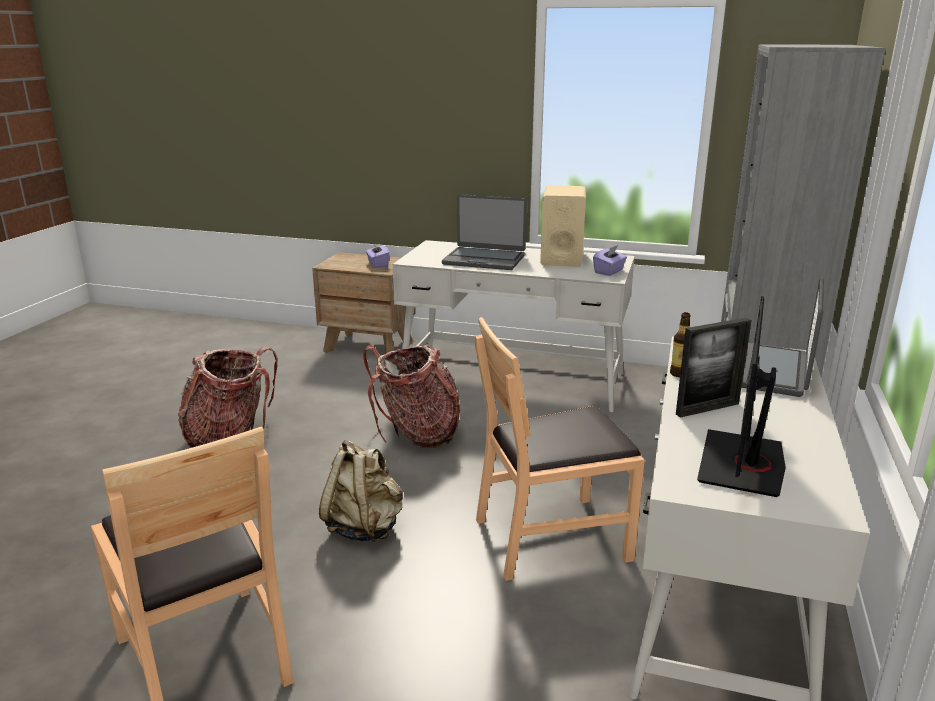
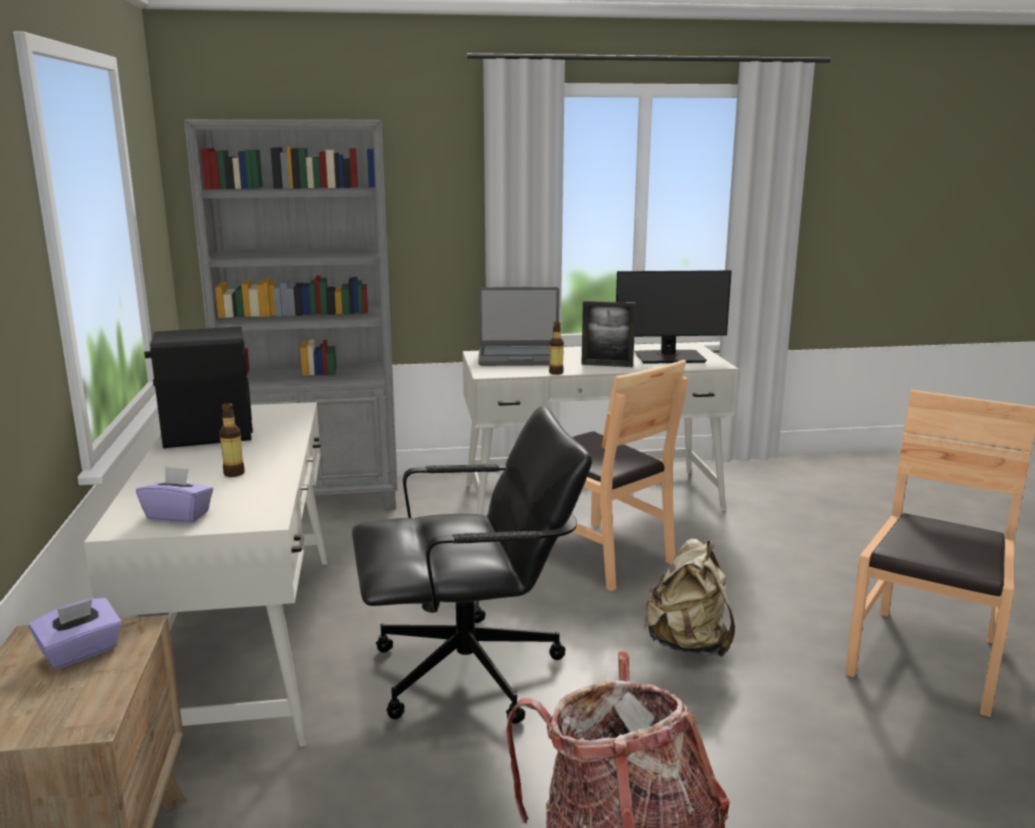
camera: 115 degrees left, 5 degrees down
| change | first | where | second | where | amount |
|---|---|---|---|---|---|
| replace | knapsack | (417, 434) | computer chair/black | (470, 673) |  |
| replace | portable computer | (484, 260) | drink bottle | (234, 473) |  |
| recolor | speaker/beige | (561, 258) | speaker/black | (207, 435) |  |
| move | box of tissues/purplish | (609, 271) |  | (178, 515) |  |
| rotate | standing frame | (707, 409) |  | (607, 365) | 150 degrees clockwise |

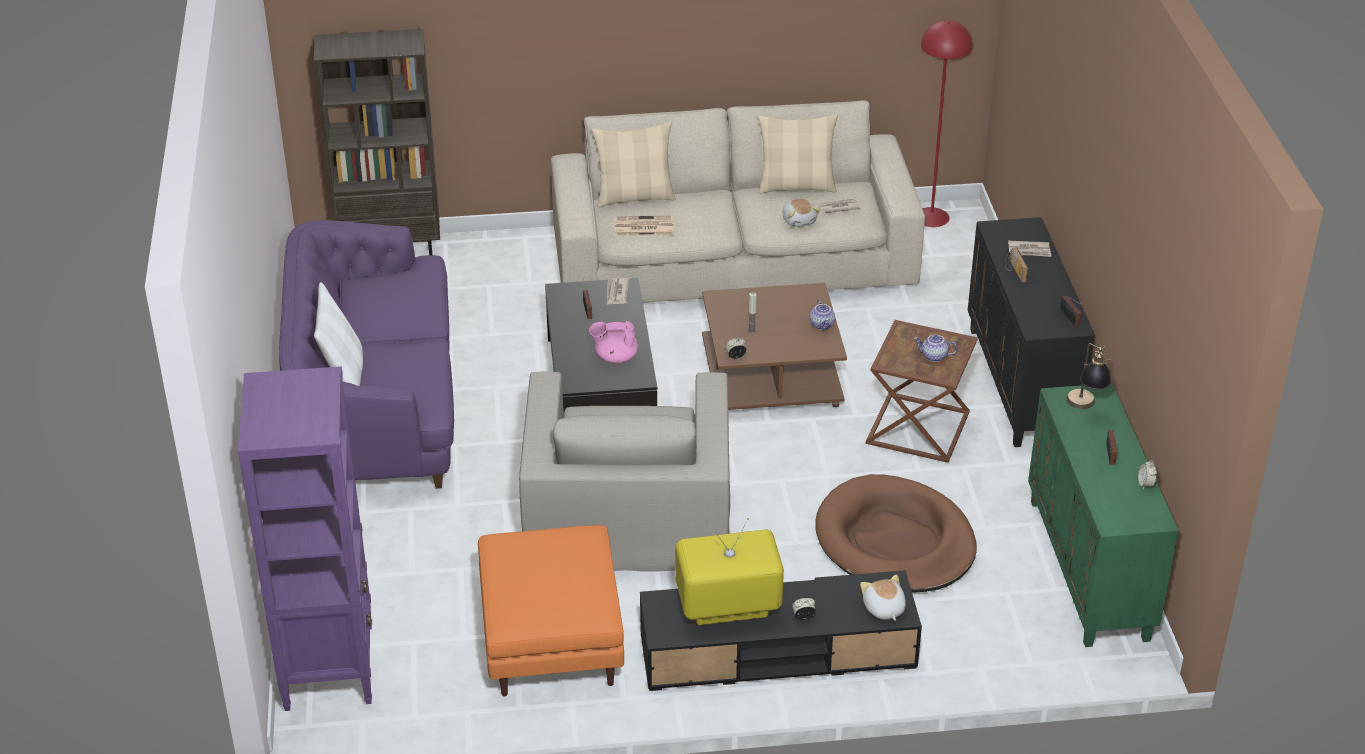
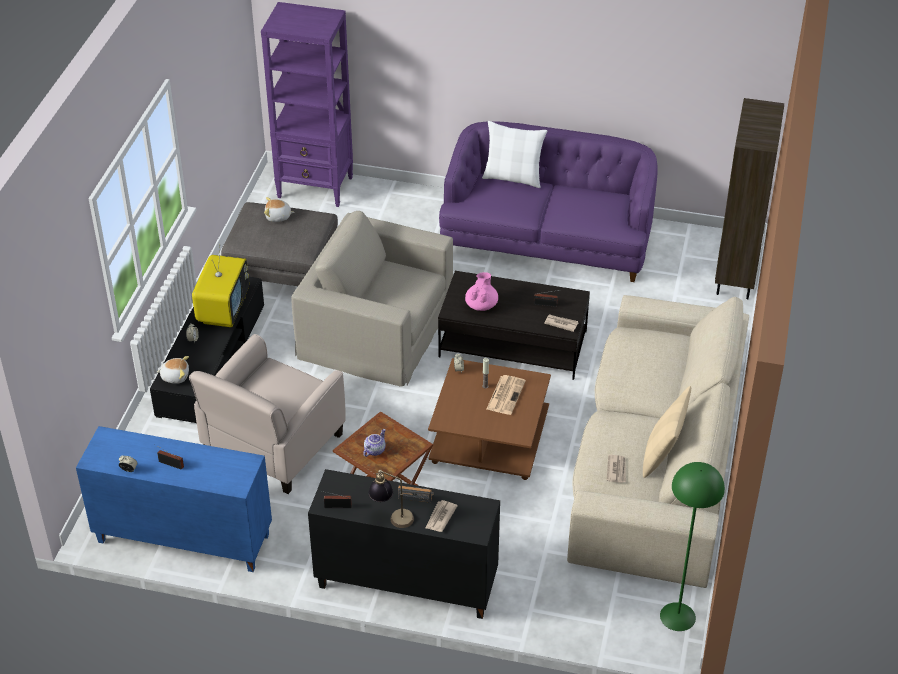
camera: 110 degrees right, 5 degrees up
| change | first | where | second | where | amount |
|---|---|---|---|---|---|
| recolor | ottoman/orange-coloured | (550, 638) | ottoman/greyish | (284, 271) |  |
| delete | pillow/beige | (635, 197) |  |  |  |
| move | newspaper | (643, 227) |  | (505, 394) |  |
| move | plush toy | (799, 220) |  | (278, 217) |  |
| delete | pot for tea | (822, 325) |  |  |  |
| replace | dog cushion/brownish | (895, 541) | lounge chair/beige | (273, 446) |  |
| recolor | floor lamp/reddish | (931, 217) | floor lamp/green | (678, 616) |  |
| recolor | storage cabinet/green | (1090, 570) | storage cabinet/blue | (182, 539) |  |
| move | lamp for a table | (1085, 407) |  | (391, 518) |  |

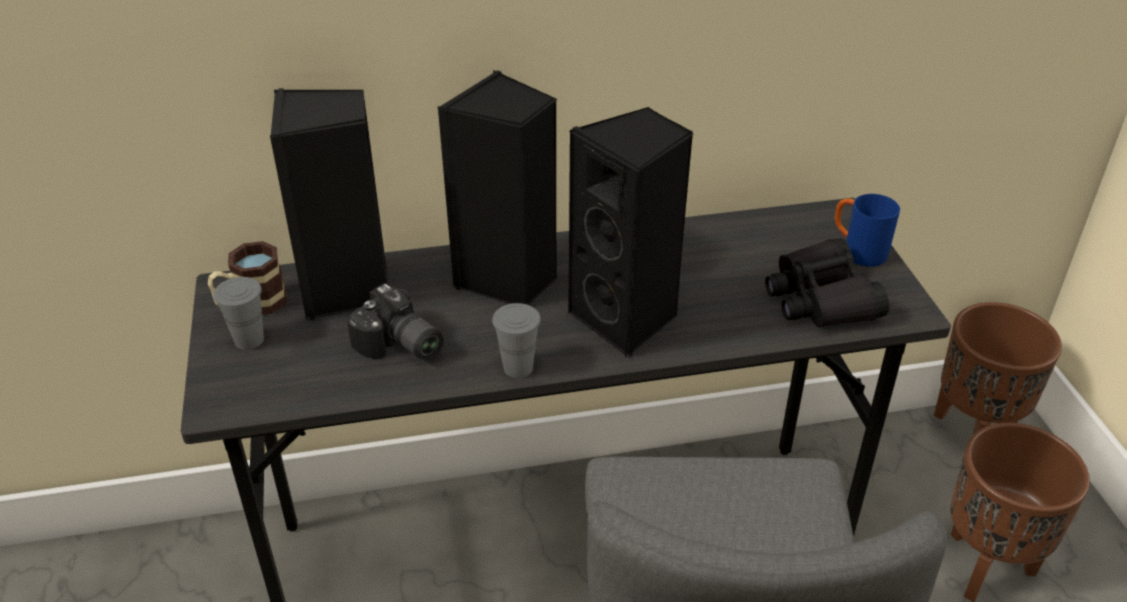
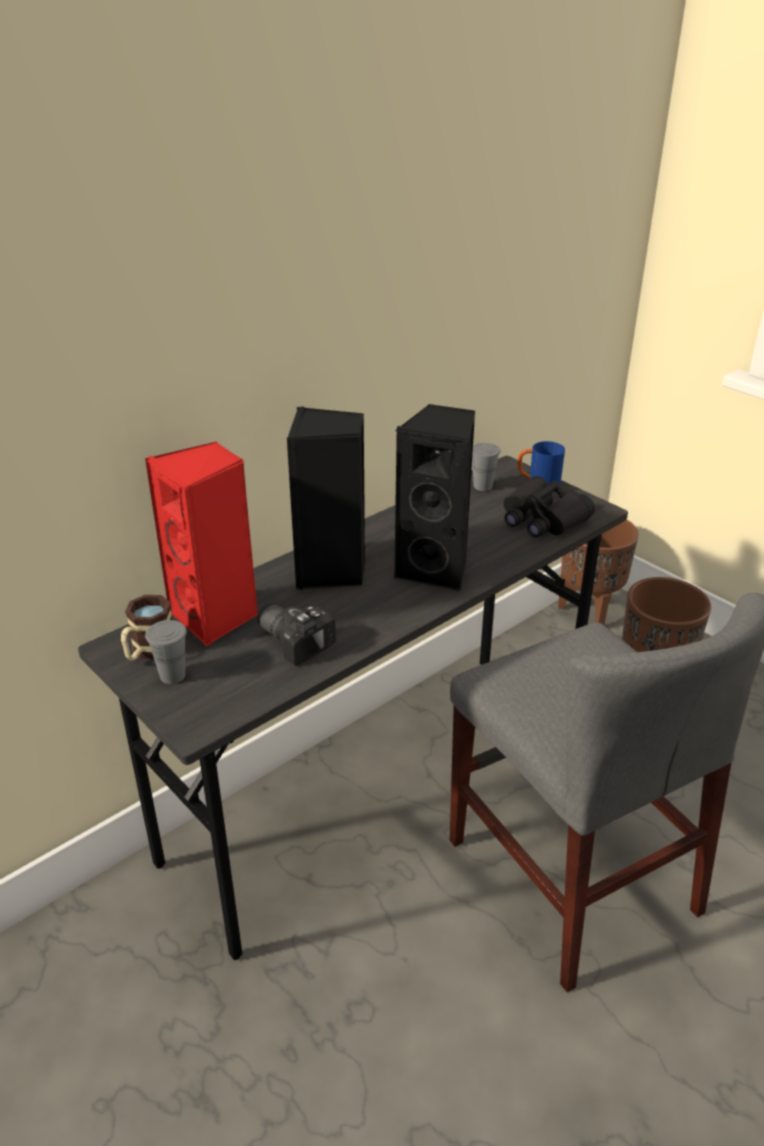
camera: 30 degrees left, 5 degrees down
| change | first | where | second | where | amount |
|---|---|---|---|---|---|
| recolor | speaker/black | (346, 290) | speaker/reddish | (216, 617) |  |
| rotate | photo camera | (399, 347) |  | (295, 639) | 150 degrees counterclockwise |
| move | drinking cup/greyish | (518, 368) |  | (482, 486) |  |

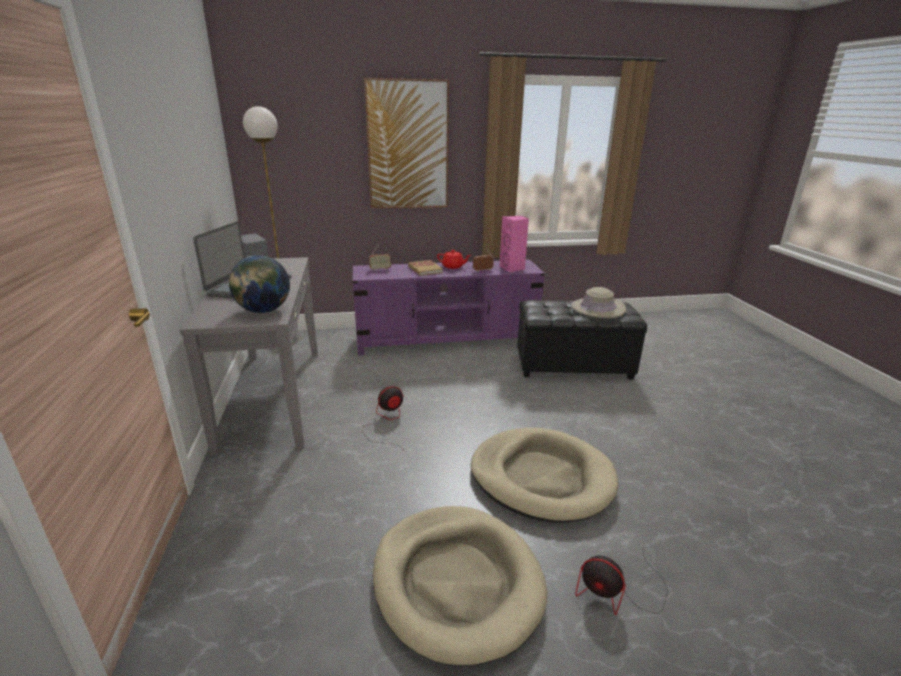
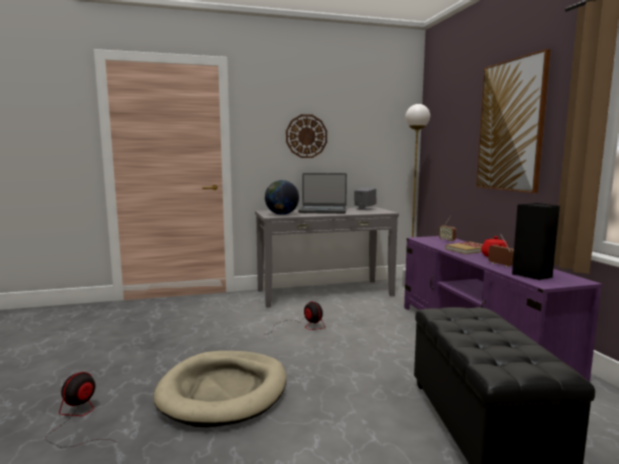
camera: 85 degrees right, 15 degrees down
| change | first | where | second | where | amount |
|---|---|---|---|---|---|
| delete | dog cushion/beige | (457, 582) |  |  |  |
| recolor | speaker/pinkish | (512, 268) | speaker/black | (532, 275) |  |
| delete | hat/beige | (598, 308) |  |  |  |
| insert |  |  | clock on the wall | (306, 136) |  |

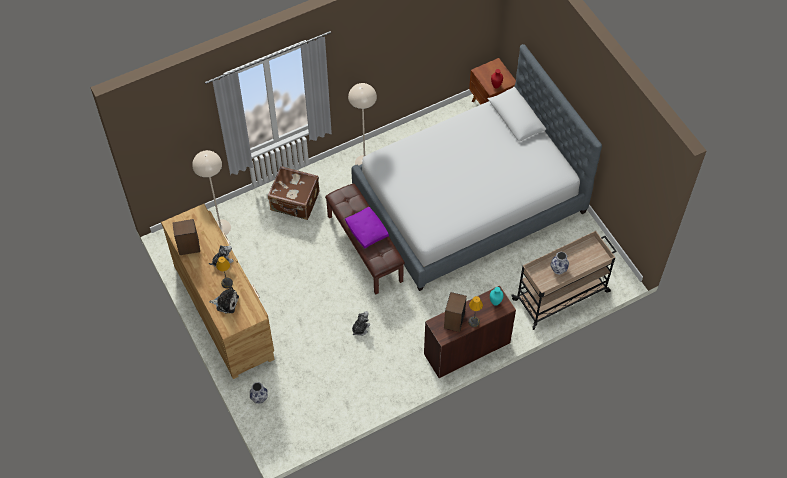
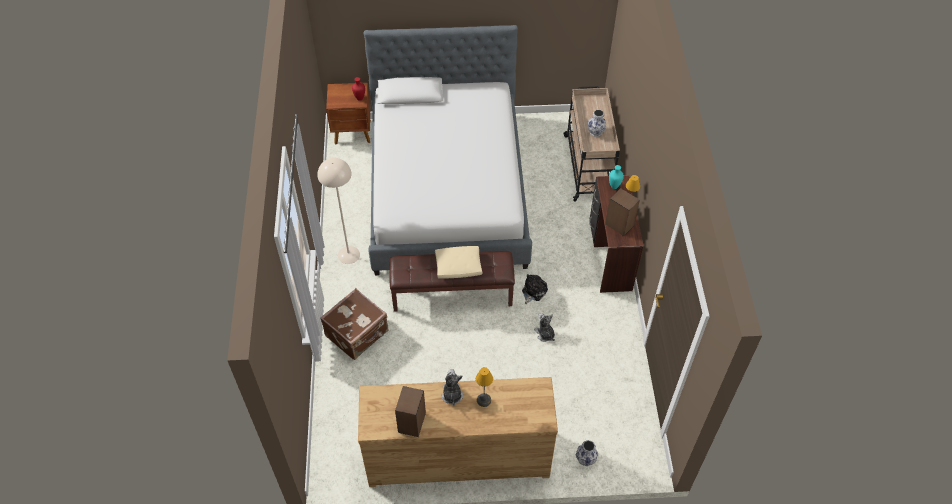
camera: 65 degrees left, 5 degrees down
| change | first | where | second | where | amount |
|---|---|---|---|---|---|
| delete | floor lamp/beige | (220, 227) |  |  |  |
| move | plush toy | (226, 302) |  | (533, 291) |  |
| recolor | pillow/purplish | (367, 231) | pillow/beige | (459, 266) |  |

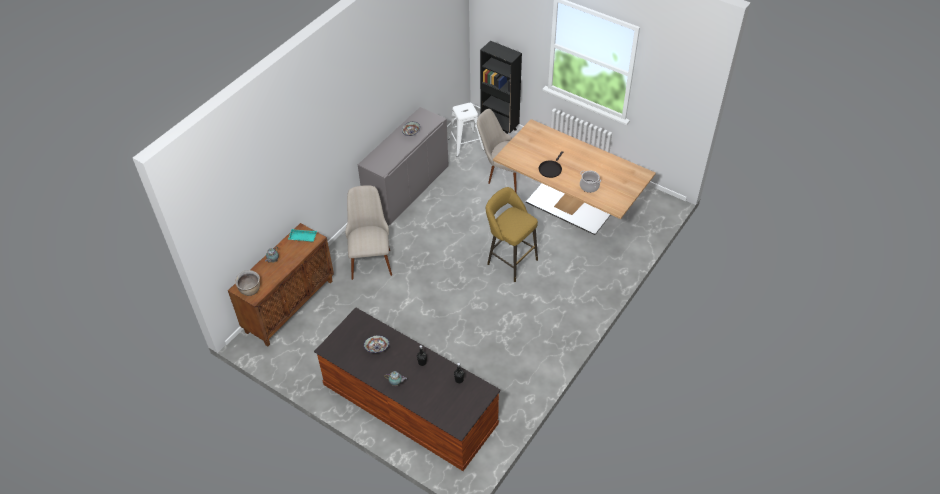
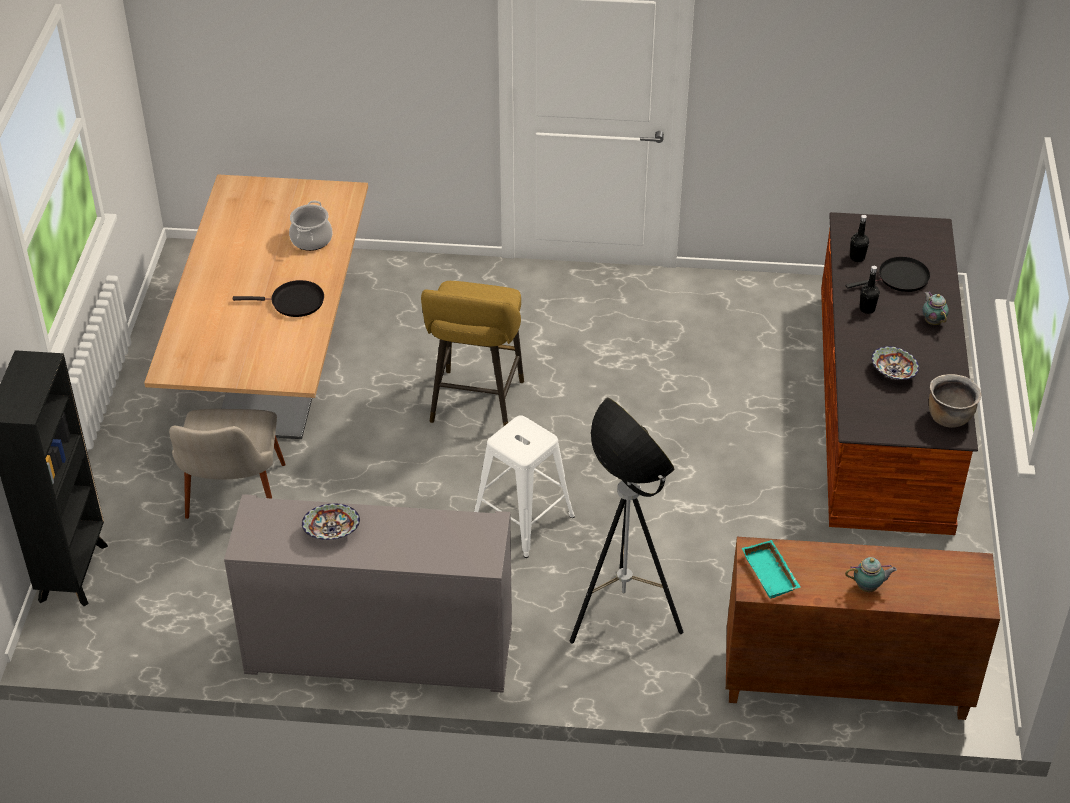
camera: 120 degrees left, 5 degrees down
| change | first | where | second | where | amount |
|---|---|---|---|---|---|
| move | stockpot/brownish | (250, 290) |  | (949, 417) |  |
| replace | chair/beige | (370, 257) | floor lamp | (621, 615) |  |
| move | stool seat/whitish | (466, 143) |  | (521, 518) |  |
| insert |  |  | pan/black | (899, 278) |  |

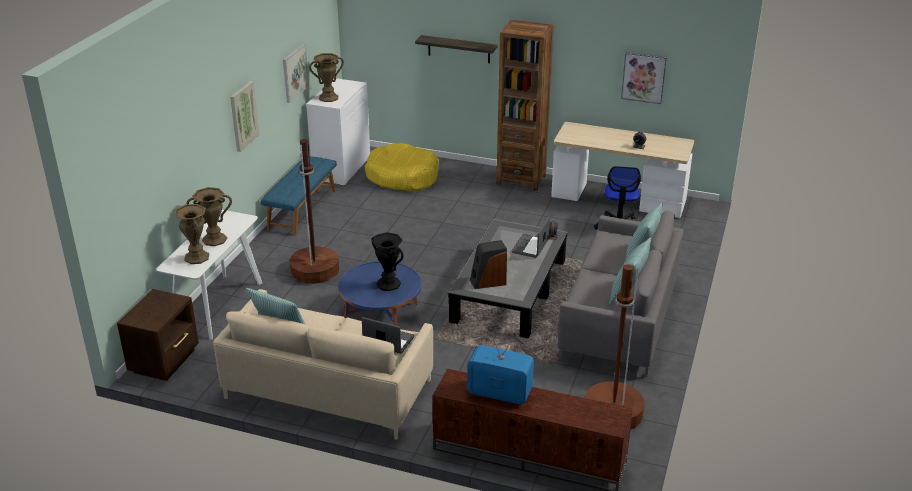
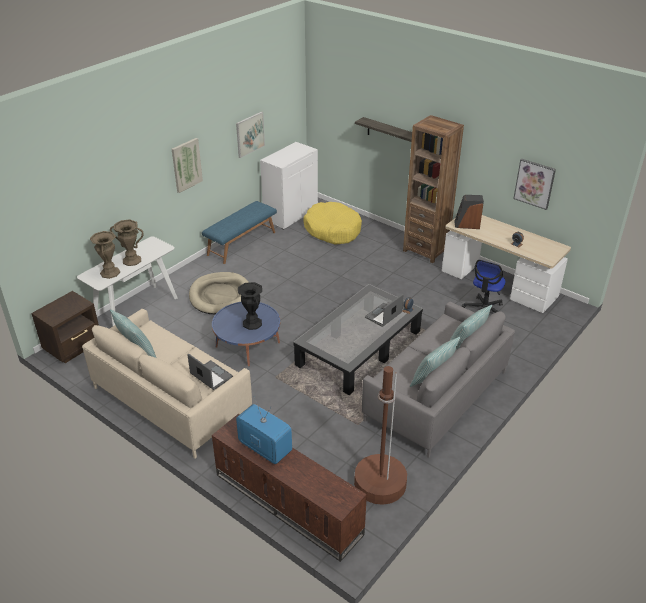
camera: 20 degrees right, 5 degrees up
| change | first | where | second | where | amount |
|---|---|---|---|---|---|
| replace | floor lamp/brownish | (314, 270) | dog cushion/beige | (221, 296) |  |
| delete | flower vase/brownish | (328, 98) |  |  |  |
| move | speaker | (488, 281) |  | (467, 225) |  |

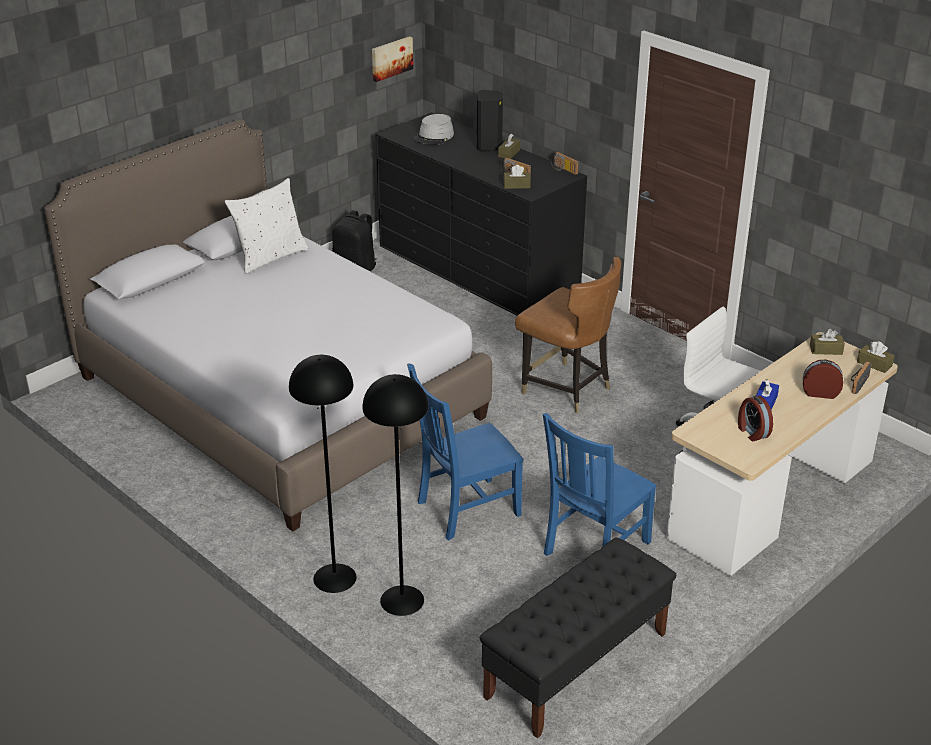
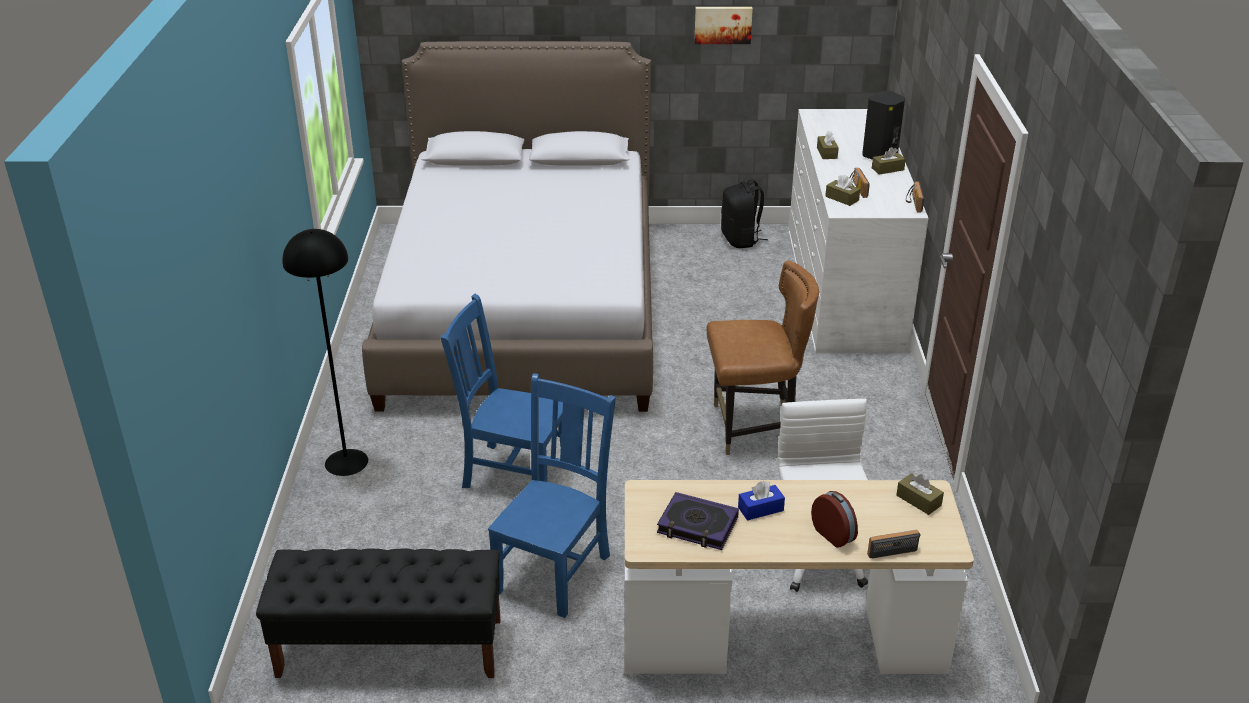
camera: 45 degrees right, 0 degrees up
| change | first | where | second | where | amount |
|---|---|---|---|---|---|
| delete | pillow/whitish | (270, 257) |  |  |  |
| delete | floor lamp/black | (402, 600) |  |  |  |
| move | wall art | (391, 58) |  | (723, 24) |  |
| recolor | chest of drawers/black | (477, 269) | chest of drawers/whitish | (844, 288) |  |
| delete | hat/greyish | (434, 137) |  |  |  |
| rotate | chair/brownish | (567, 389) |  | (754, 428) | 90 degrees counterclockwise |
| rotate | chair/blue | (594, 549) |  | (555, 570) | 120 degrees clockwise |
| replace | bedside clock | (752, 432) | book | (697, 526) |  |
| move | box of tissues/brownish | (874, 364) |  | (827, 153) |  |

